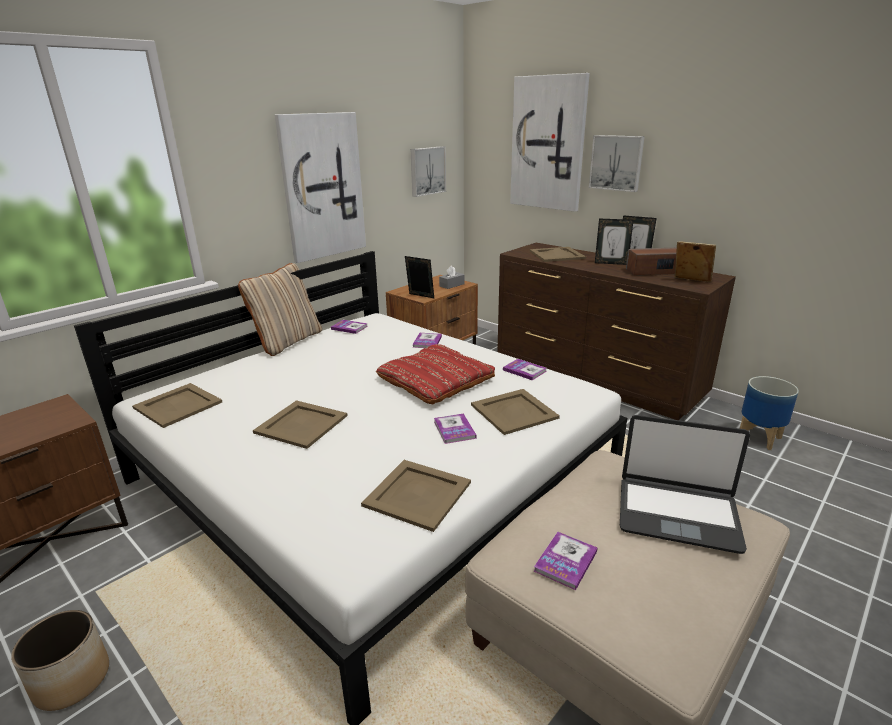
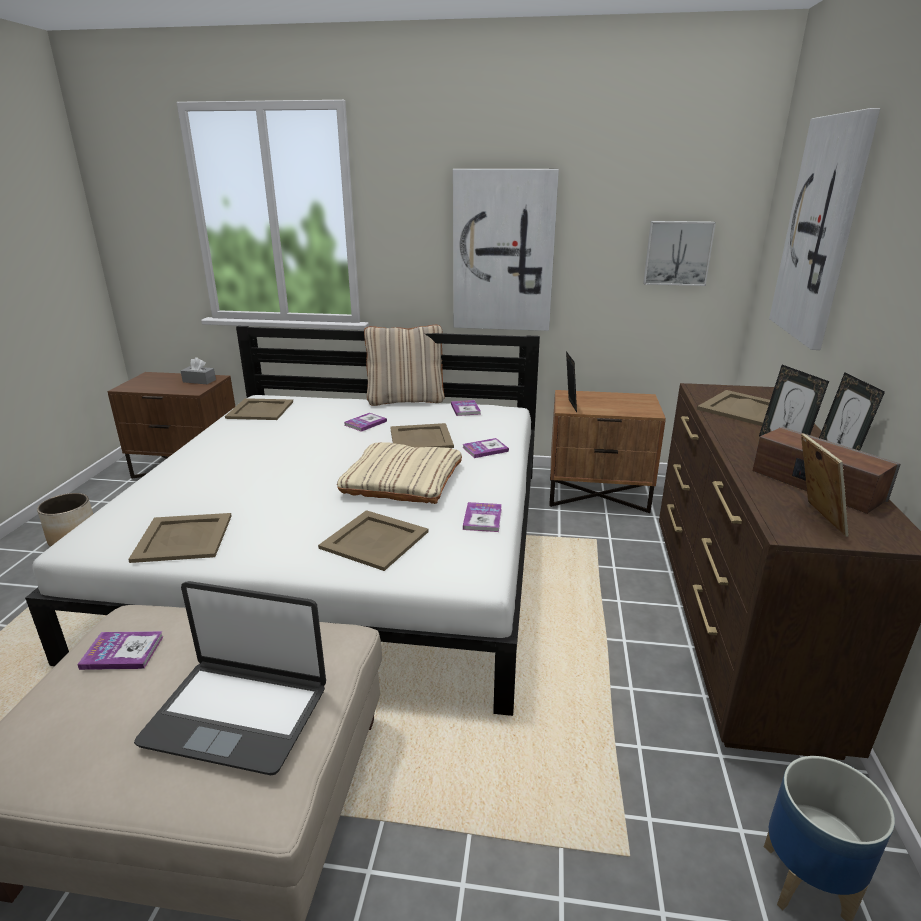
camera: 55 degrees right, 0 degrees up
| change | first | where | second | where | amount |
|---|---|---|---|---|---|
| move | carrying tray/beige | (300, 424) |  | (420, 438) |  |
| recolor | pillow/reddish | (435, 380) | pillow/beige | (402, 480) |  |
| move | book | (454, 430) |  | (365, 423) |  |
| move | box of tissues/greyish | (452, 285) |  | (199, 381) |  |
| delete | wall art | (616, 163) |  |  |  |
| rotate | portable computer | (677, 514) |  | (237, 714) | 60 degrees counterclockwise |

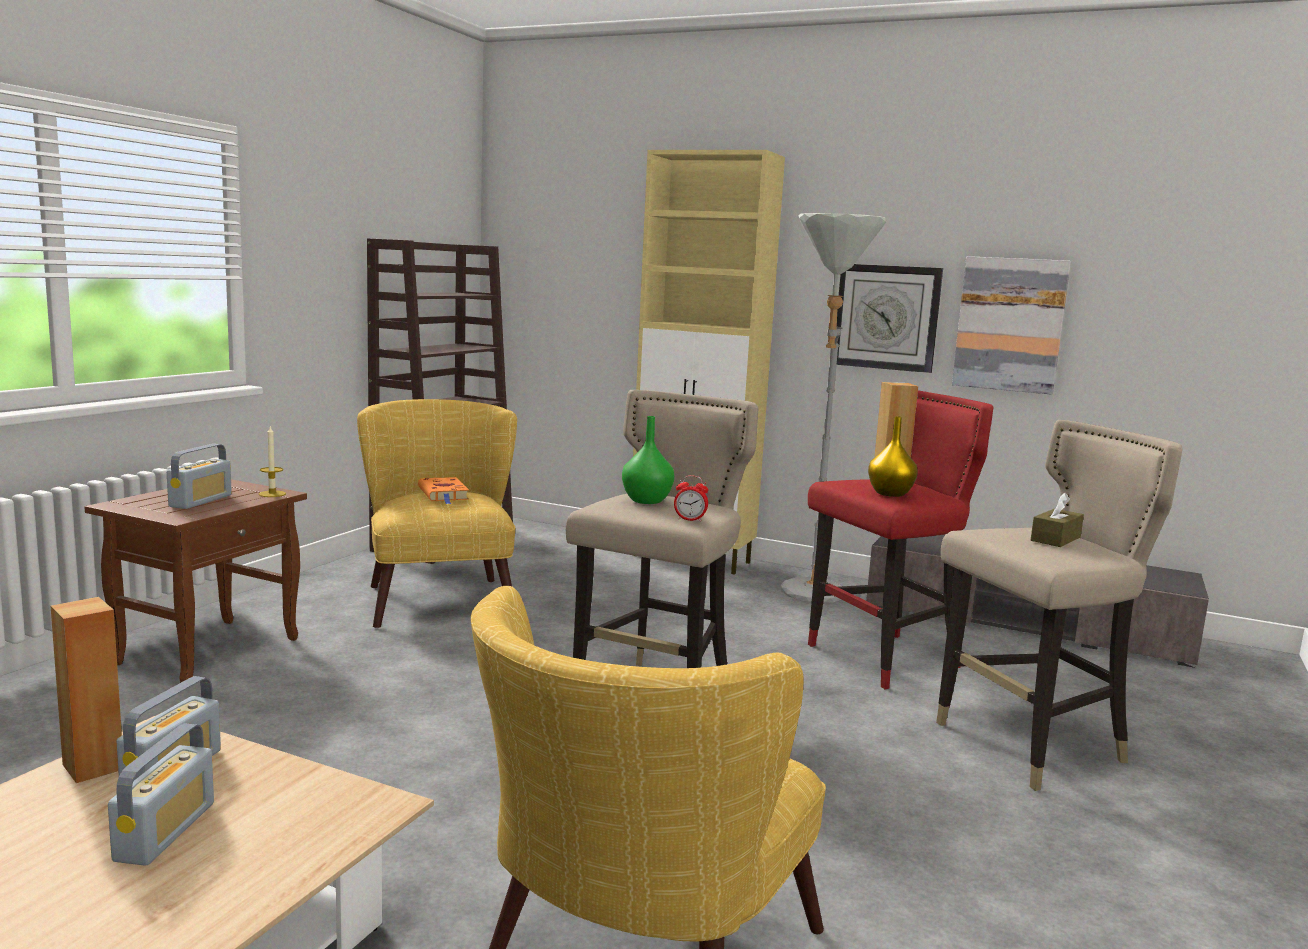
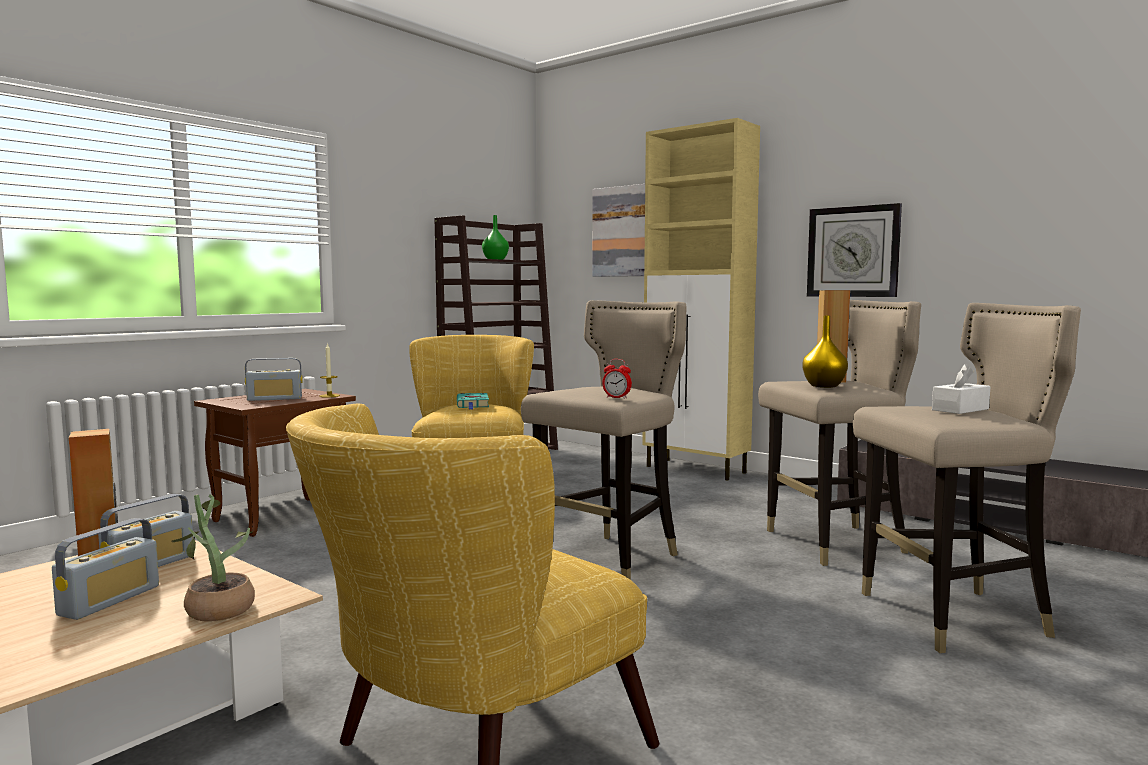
camera: 15 degrees right, 5 degrees down
| change | first | where | second | where | amount |
|---|---|---|---|---|---|
| rotate | radio receiver | (201, 501) |  | (275, 399) | 45 degrees clockwise |
| recolor | book/orange-coloured | (444, 494) | book/turquoise-coloured | (473, 404) |  |
| move | flower vase/green | (646, 501) |  | (495, 259) |  |
| delete | floor lamp/greyish | (810, 596) |  |  |  |
| recolor | stool seat/reddish | (884, 659) | stool seat/beige | (834, 544) |  |
| move | wall art | (1009, 324) |  | (621, 231) |  |
| recolor | box of tissues/brownish | (1055, 539) | box of tissues/whitish | (960, 409) |  |
| insert |  |  | potted plant | (216, 608) |  |

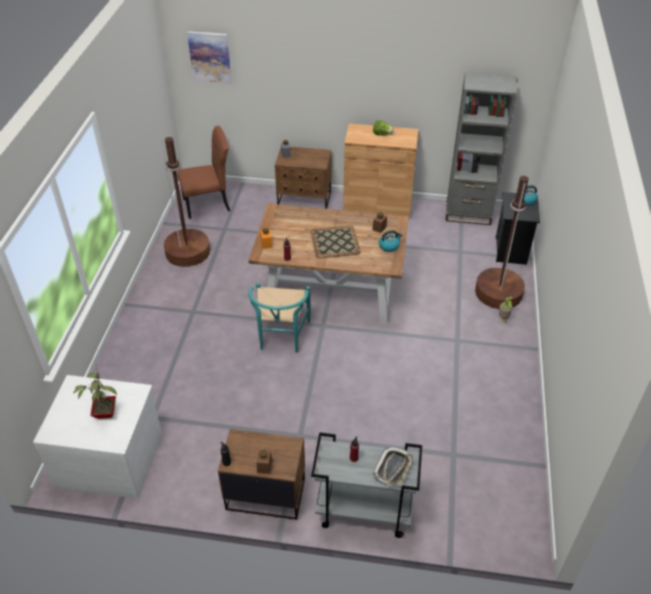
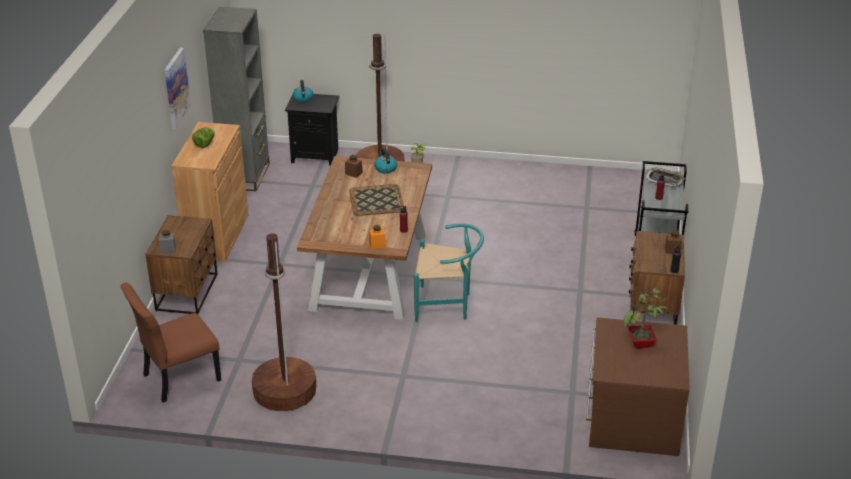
camera: 90 degrees left, 10 degrees down
| change | first | where | second | where | amount |
|---|---|---|---|---|---|
| recolor | chest of drawers/whitish | (110, 458) | chest of drawers/brownish | (632, 418) |  |
| rotate | chair/brownish | (209, 205) |  | (178, 378) | 105 degrees counterclockwise |
| move | wall art | (210, 57) |  | (176, 88) |  |

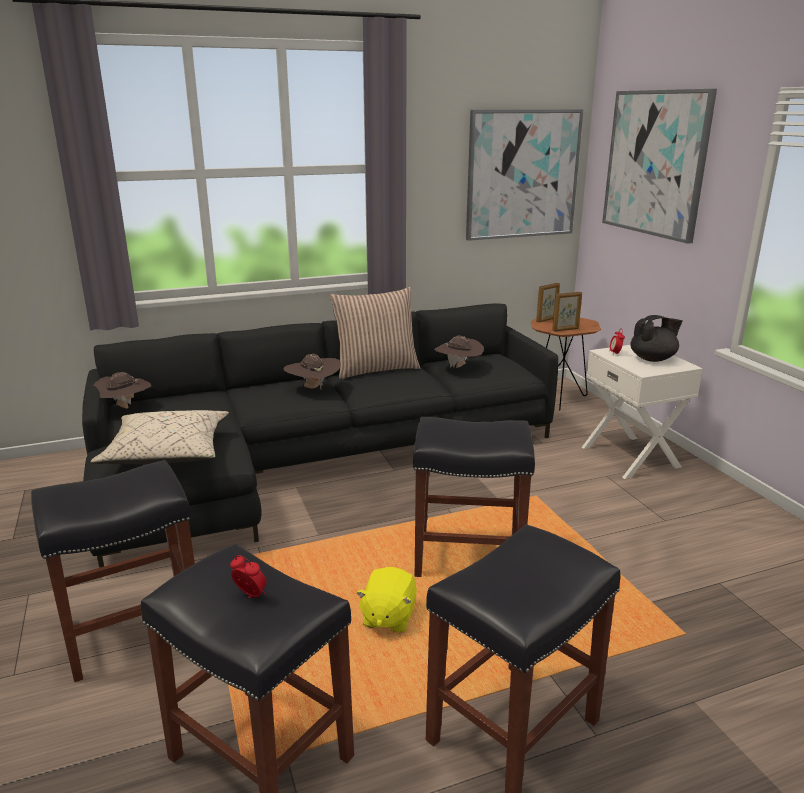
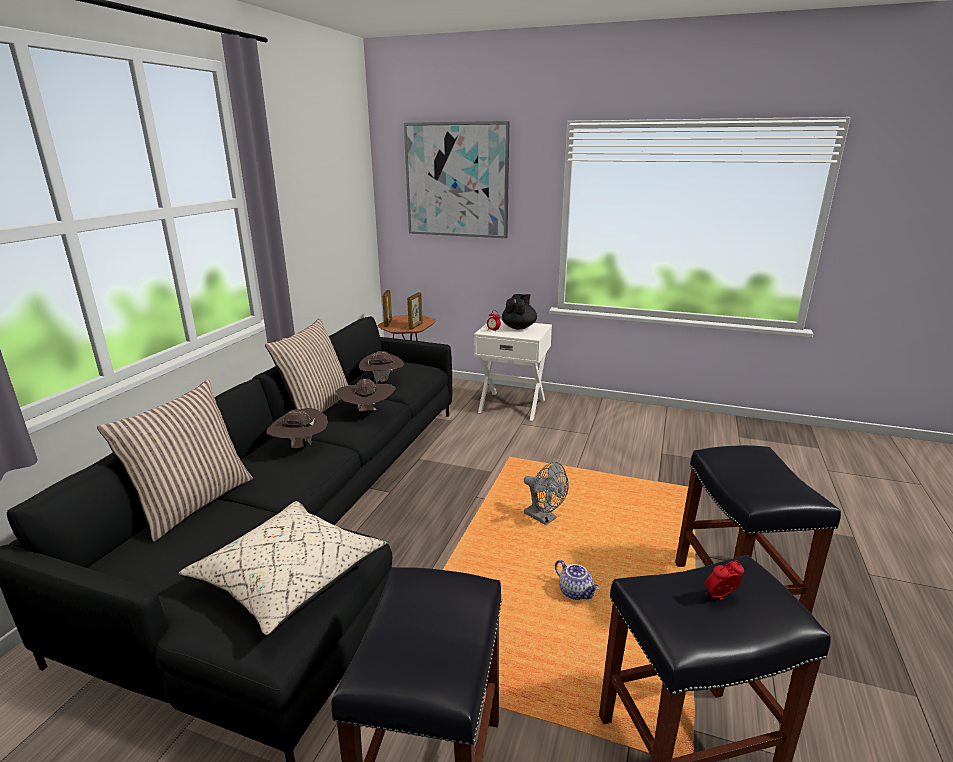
camera: 50 degrees left, 0 degrees up
| change | first | where | second | where | amount |
|---|---|---|---|---|---|
| move | hat/brownish | (125, 408) |  | (367, 412) |  |
| replace | plush toy/yellow-coloured | (388, 617) | pot for tea | (575, 592) |  |
| replace | stool seat/black | (470, 556) | electric fan/greyish | (544, 518) |  |
| delete | wall art | (522, 174) |  |  |  |
| insert |  |  | pillow | (193, 502) |  |

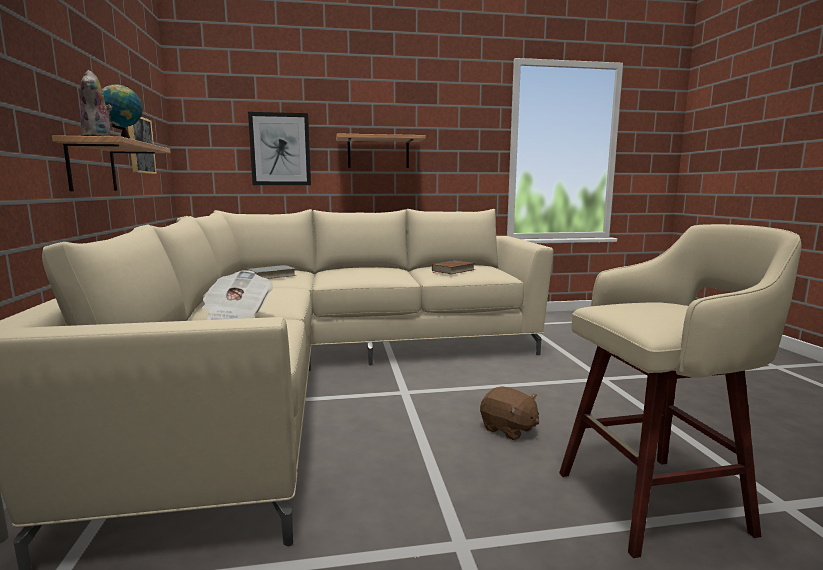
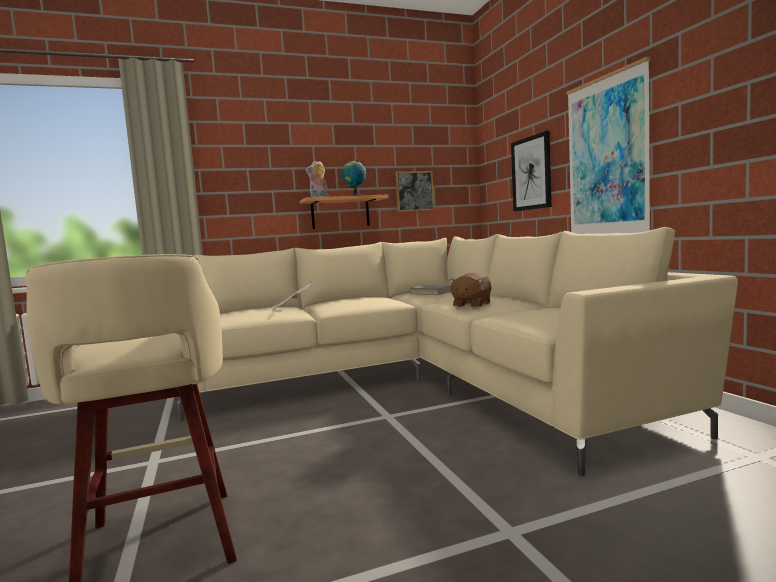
camera: 80 degrees right, 5 degrees down
| change | first | where | second | where | amount |
|---|---|---|---|---|---|
| replace | shelf | (378, 153) | wall art | (607, 158) |  |
| delete | book/brownish | (453, 270) |  |  |  |
| move | plush toy/brownish | (508, 429) |  | (471, 305) |  |

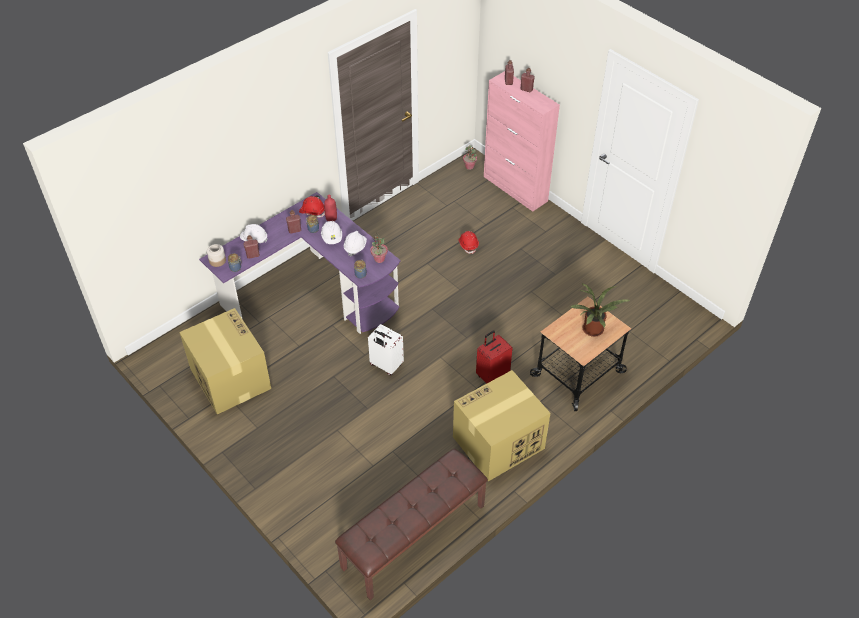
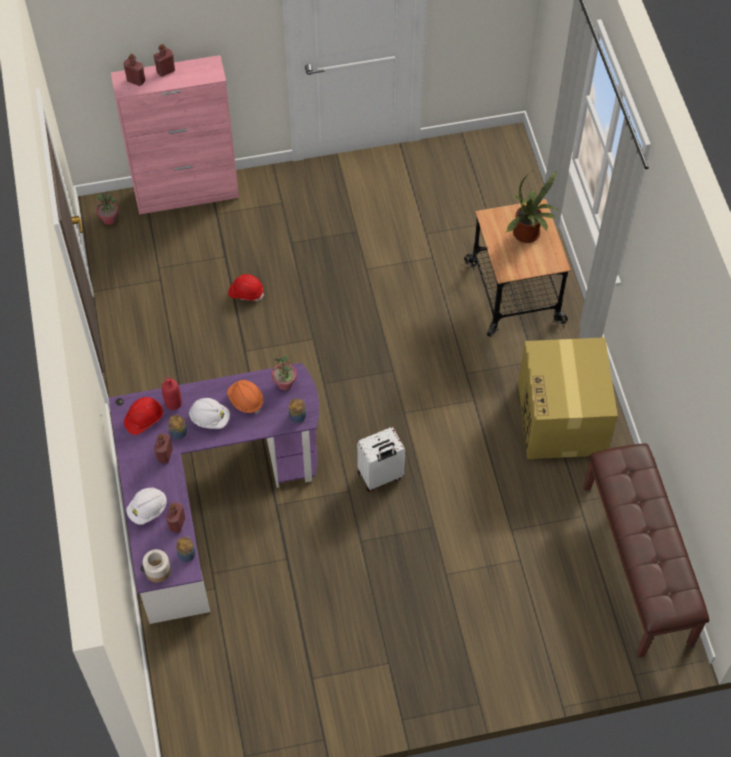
camera: 60 degrees left, 10 degrees up
| change | first | where | second | where | amount |
|---|---|---|---|---|---|
| delete | cardboard box | (229, 378) |  |  |  |
| recolor | hard hat/whitish | (355, 247) | hard hat/orange-coloured | (246, 401) |  |
| delete | travel case/reddish | (492, 375) |  |  |  |

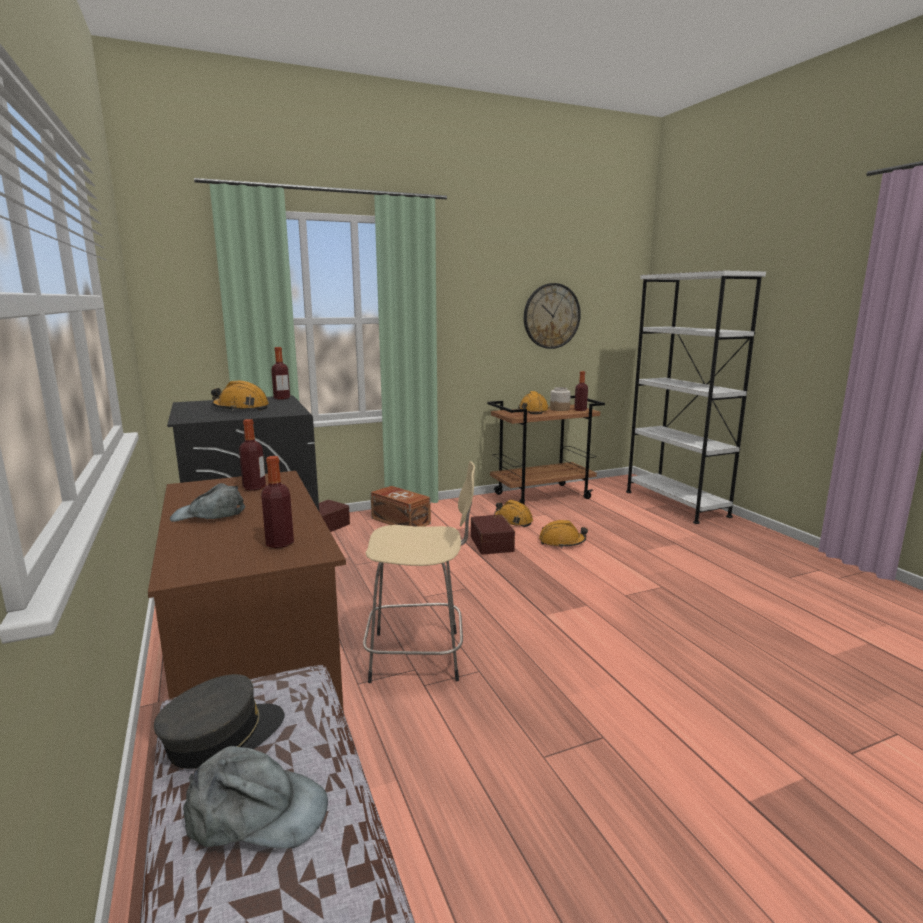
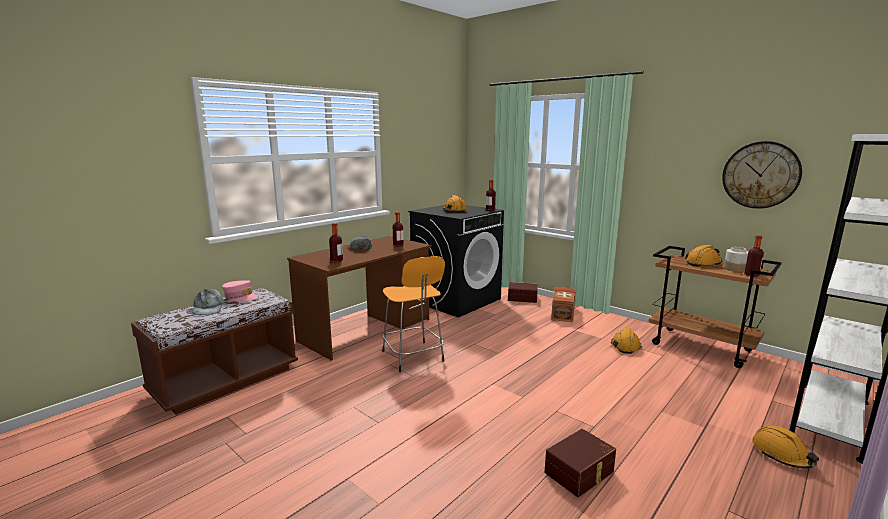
camera: 65 degrees right, 0 degrees up
| change | first | where | second | where | amount |
|---|---|---|---|---|---|
| recolor | cap/greyish | (222, 737) | cap/pinkish | (241, 297) |  |
| recolor | stool seat/beige | (420, 656) | stool seat/orange-coloured | (413, 357) |  |
| move | storage box/brownish | (493, 543) |  | (580, 473) |  |
| move | hard hat/orange-coloured | (562, 542) |  | (782, 454) |  |

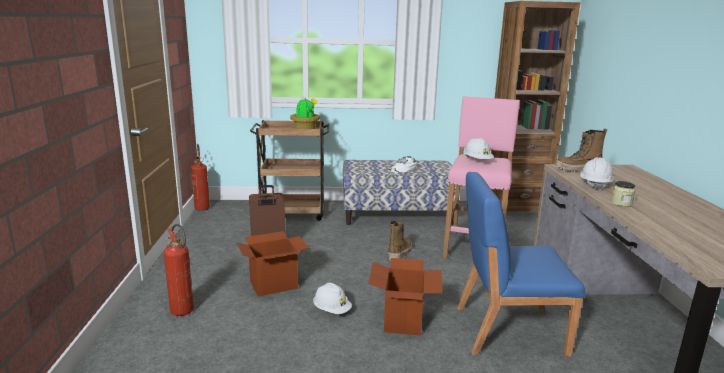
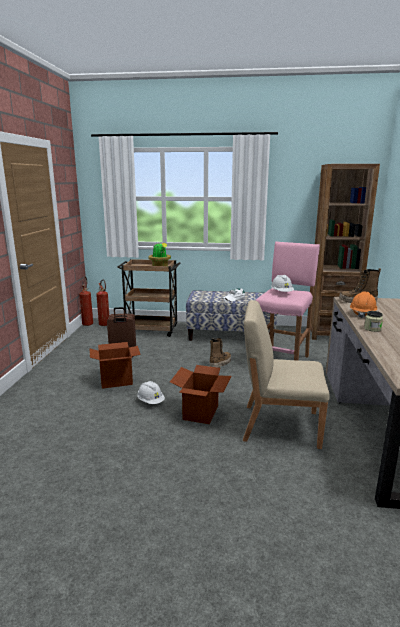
camera: 10 degrees right, 0 degrees up
| change | first | where | second | where | amount |
|---|---|---|---|---|---|
| move | fire-fighting cylinder | (184, 313) |  | (105, 325) |  |
| recolor | chair/blue | (507, 329) | chair/beige | (279, 425) |  |
| recolor | hard hat/whitish | (594, 184) | hard hat/orange-coloured | (362, 314) |  |

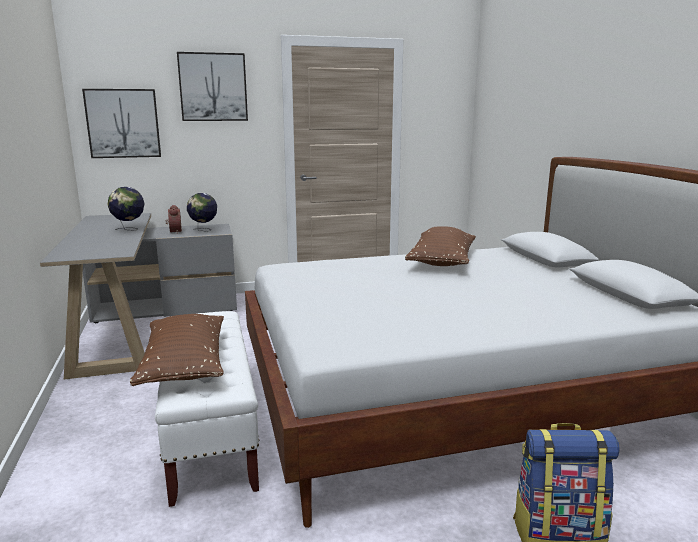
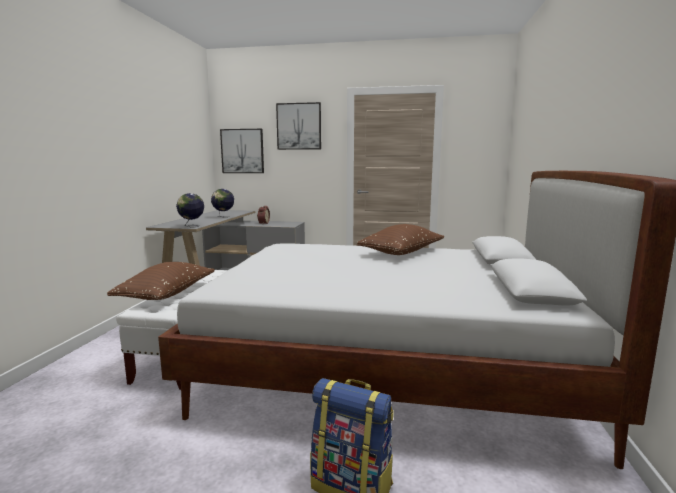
camera: 25 degrees right, 5 degrees down
| change | first | where | second | where | amount |
|---|---|---|---|---|---|
| move | desk globe | (203, 230) |  | (191, 226) |  |

